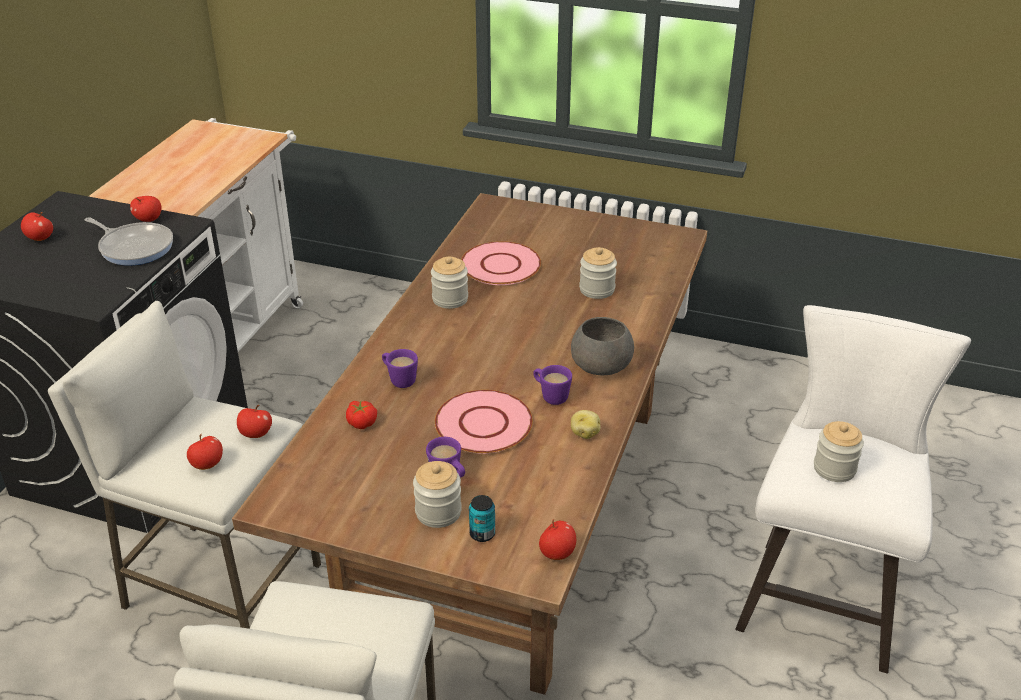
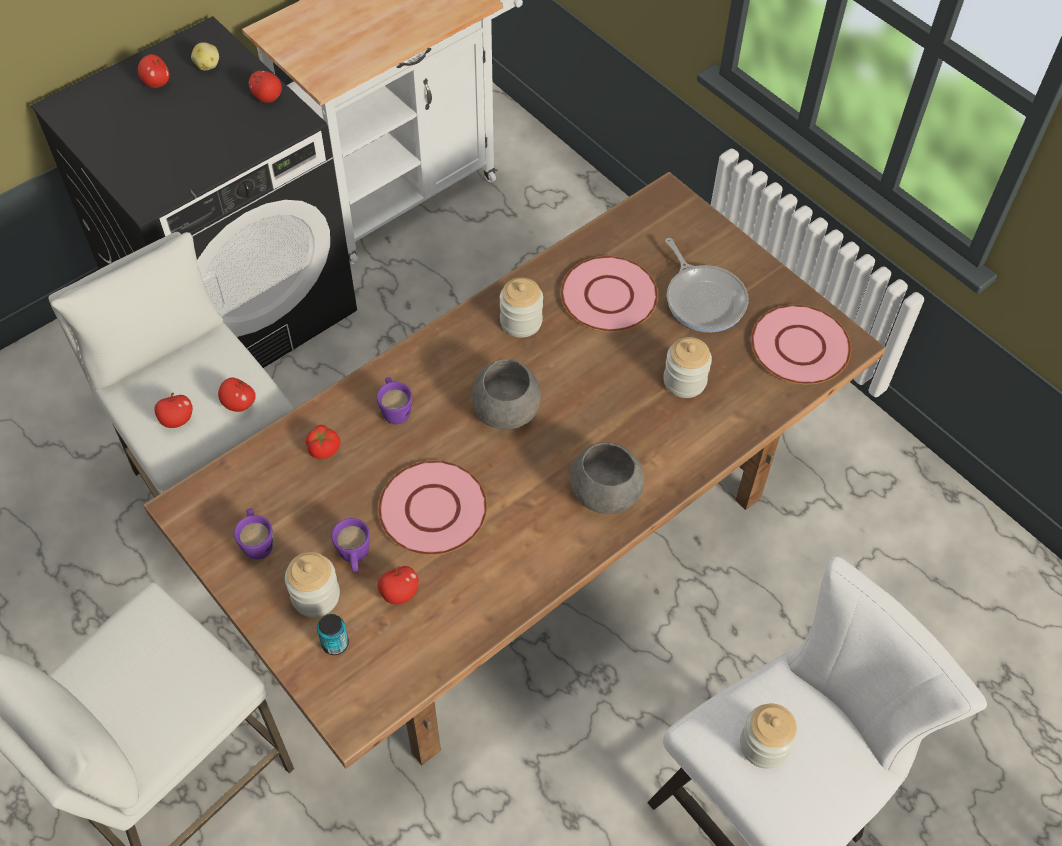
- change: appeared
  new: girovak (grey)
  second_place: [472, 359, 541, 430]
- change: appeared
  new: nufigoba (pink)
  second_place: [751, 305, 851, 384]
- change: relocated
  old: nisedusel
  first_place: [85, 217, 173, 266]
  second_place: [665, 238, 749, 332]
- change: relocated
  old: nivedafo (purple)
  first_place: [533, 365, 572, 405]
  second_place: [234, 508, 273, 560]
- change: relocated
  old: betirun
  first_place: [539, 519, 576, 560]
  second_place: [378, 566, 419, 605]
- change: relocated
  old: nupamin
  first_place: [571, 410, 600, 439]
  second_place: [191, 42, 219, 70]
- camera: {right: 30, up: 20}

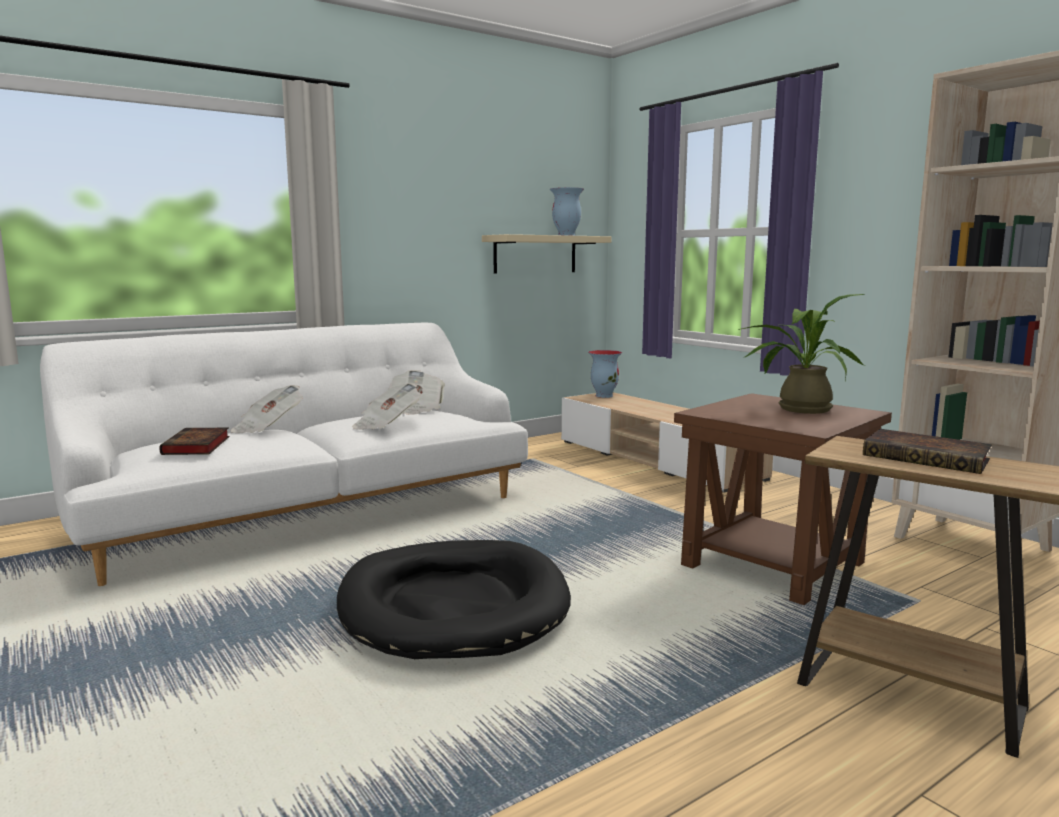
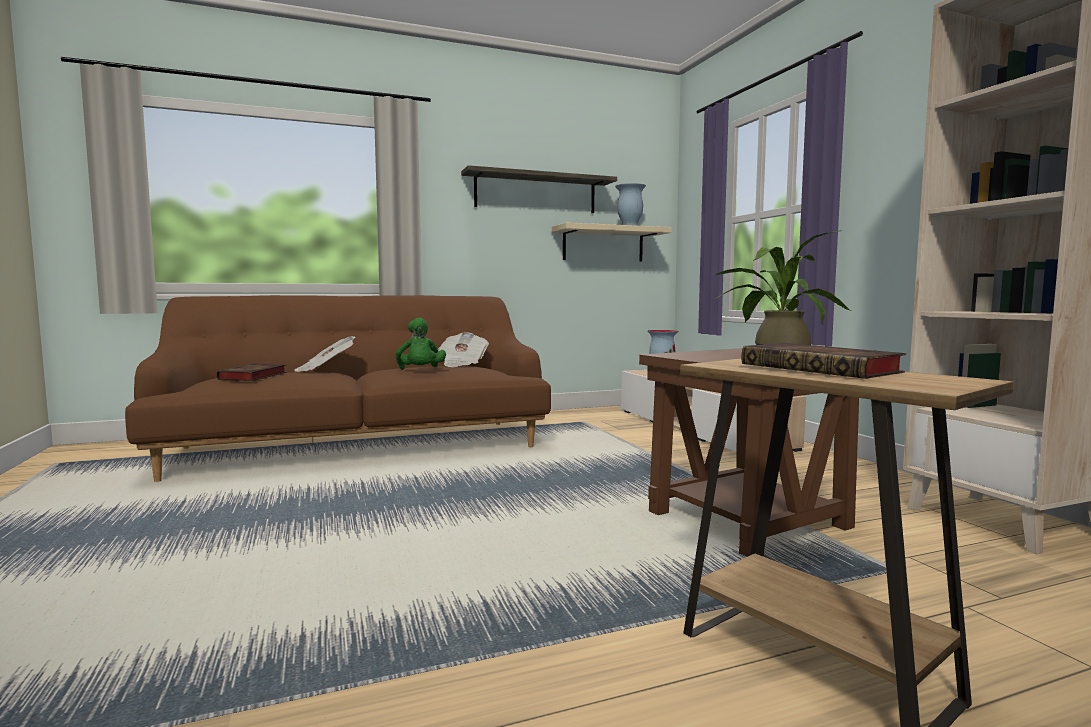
- change: missing
  old: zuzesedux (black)
  first_place: [337, 540, 571, 659]
- change: appeared
  new: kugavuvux
  second_place: [461, 165, 617, 213]
- change: exchanged
  old: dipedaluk
  new: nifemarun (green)
  first_place: [352, 383, 421, 430]
  second_place: [396, 318, 446, 370]
- change: colour
  old: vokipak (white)
  new: vokipak (brown)
  first_place: [40, 323, 528, 586]
  second_place: [125, 295, 551, 482]
- camera: {right: 15, up: -5}

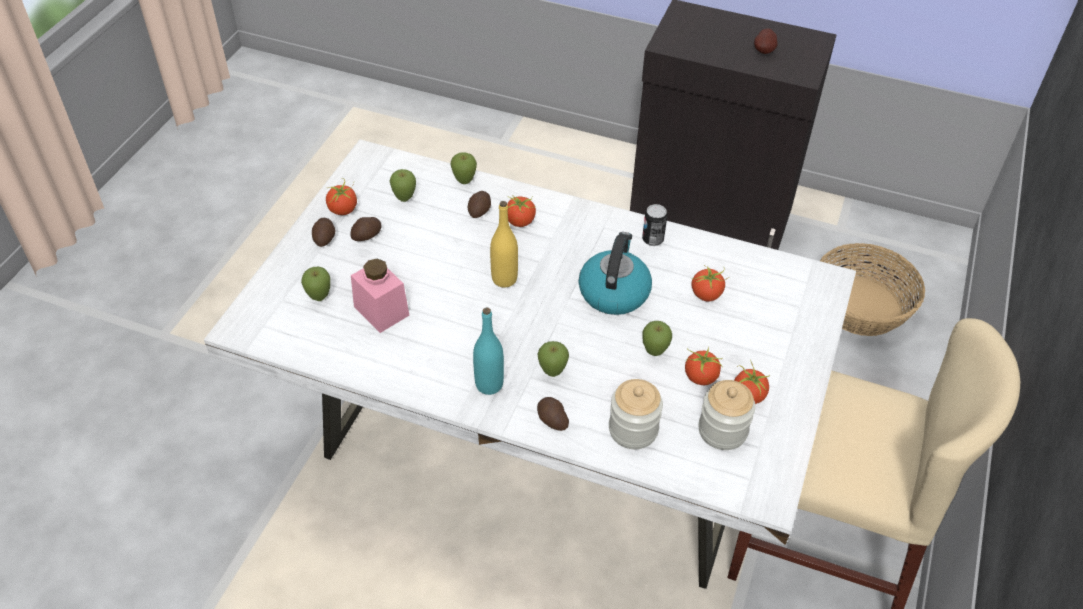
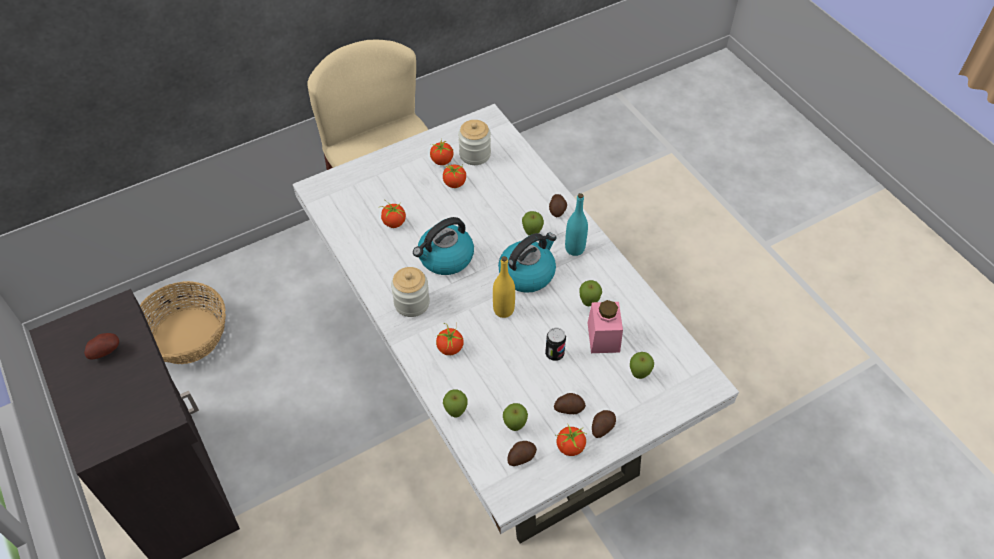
- change: appeared
  new: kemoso
  second_place: [498, 233, 556, 293]
- change: relocated
  old: nupamin
  first_place: [468, 191, 491, 218]
  second_place: [507, 441, 537, 466]
- change: relocated
  old: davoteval
  first_place: [609, 379, 663, 449]
  second_place: [391, 267, 430, 317]
- change: relocated
  old: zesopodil
  first_place: [642, 204, 668, 246]
  second_place: [545, 328, 566, 361]
- change: relocated
  old: betirun
  first_place: [642, 321, 672, 356]
  second_place: [579, 280, 602, 306]
- camera: {right: -140, up: 5}

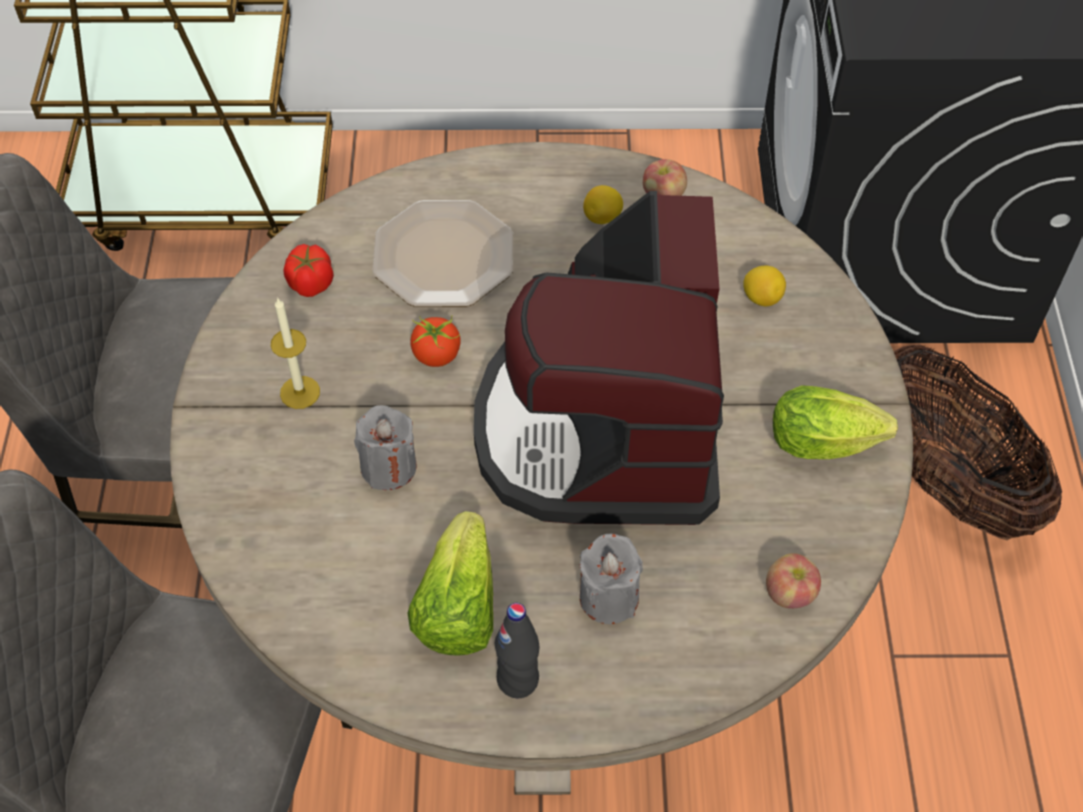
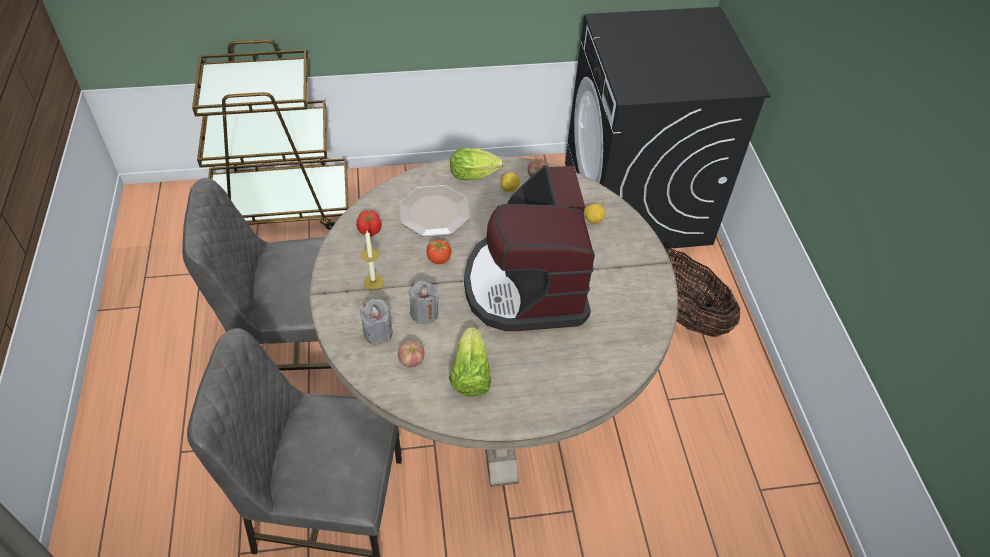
- change: missing
  old: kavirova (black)
  first_place: [495, 603, 539, 698]
- change: relocated
  old: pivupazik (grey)
  first_place: [580, 534, 643, 624]
  second_place: [360, 299, 393, 345]
- change: relocated
  old: betirun
  first_place: [766, 553, 821, 609]
  second_place: [398, 340, 425, 367]
- change: relocated
  old: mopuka
  first_place: [773, 385, 898, 459]
  second_place: [450, 148, 504, 180]
- camera: {right: -10, up: -5}

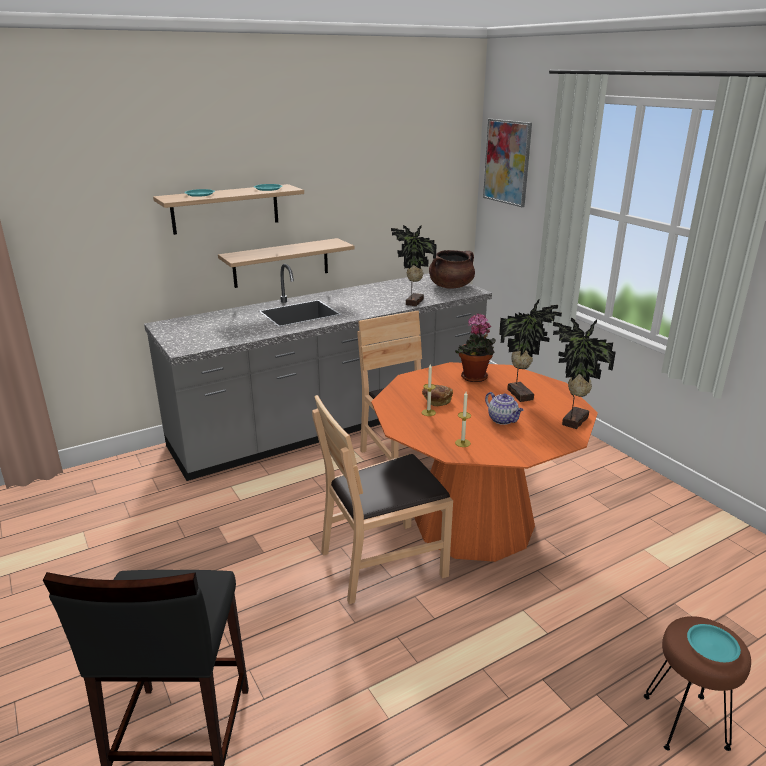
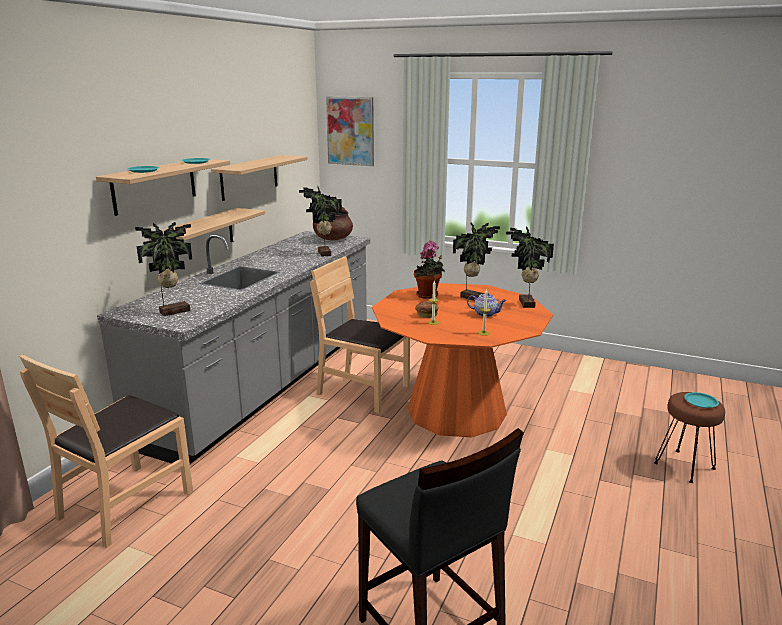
- change: appeared
  new: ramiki
  second_place: [135, 222, 192, 316]
- change: appeared
  new: kugavuvux
  second_place: [211, 155, 308, 201]
- change: relocated
  old: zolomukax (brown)
  first_place: [312, 395, 453, 604]
  second_place: [20, 354, 193, 548]
- camera: {right: -35, up: -5}

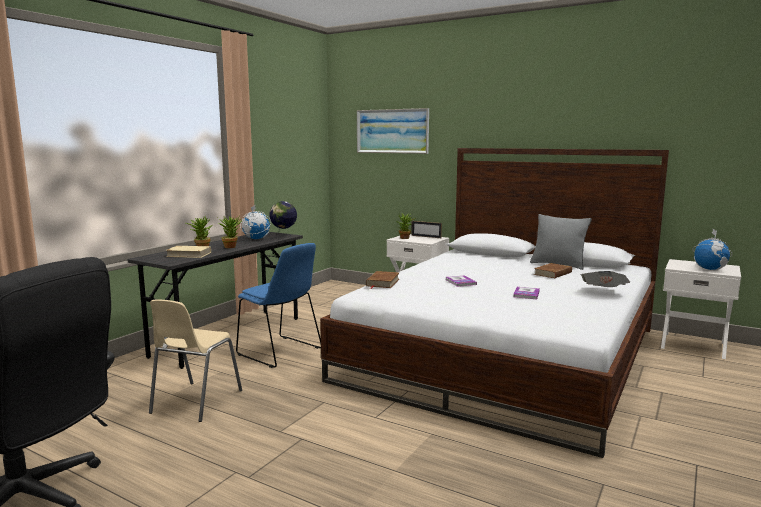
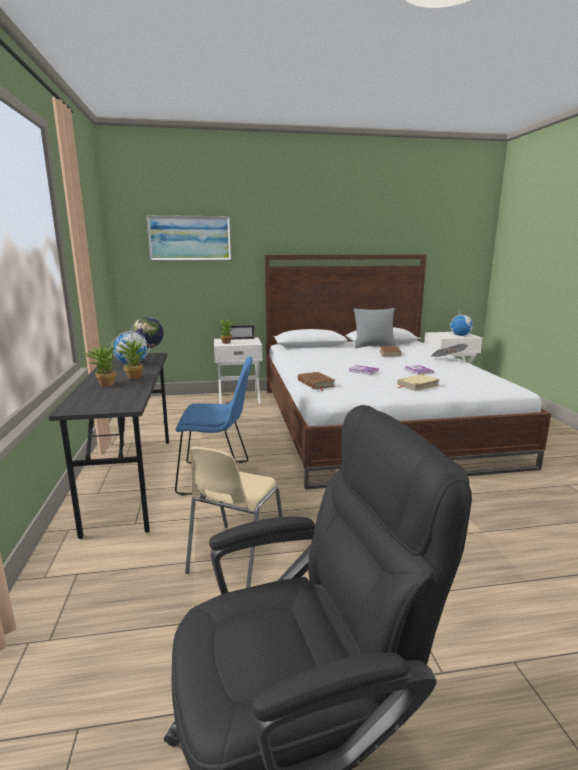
- change: relocated
  old: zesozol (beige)
  first_place: [166, 246, 211, 258]
  second_place: [397, 374, 440, 391]
- change: spun
  old: zolomukax (beige)
  first_place: [149, 299, 242, 422]
  second_place: [185, 447, 283, 588]
  degrees: 45
- camera: {right: -40, up: 5}

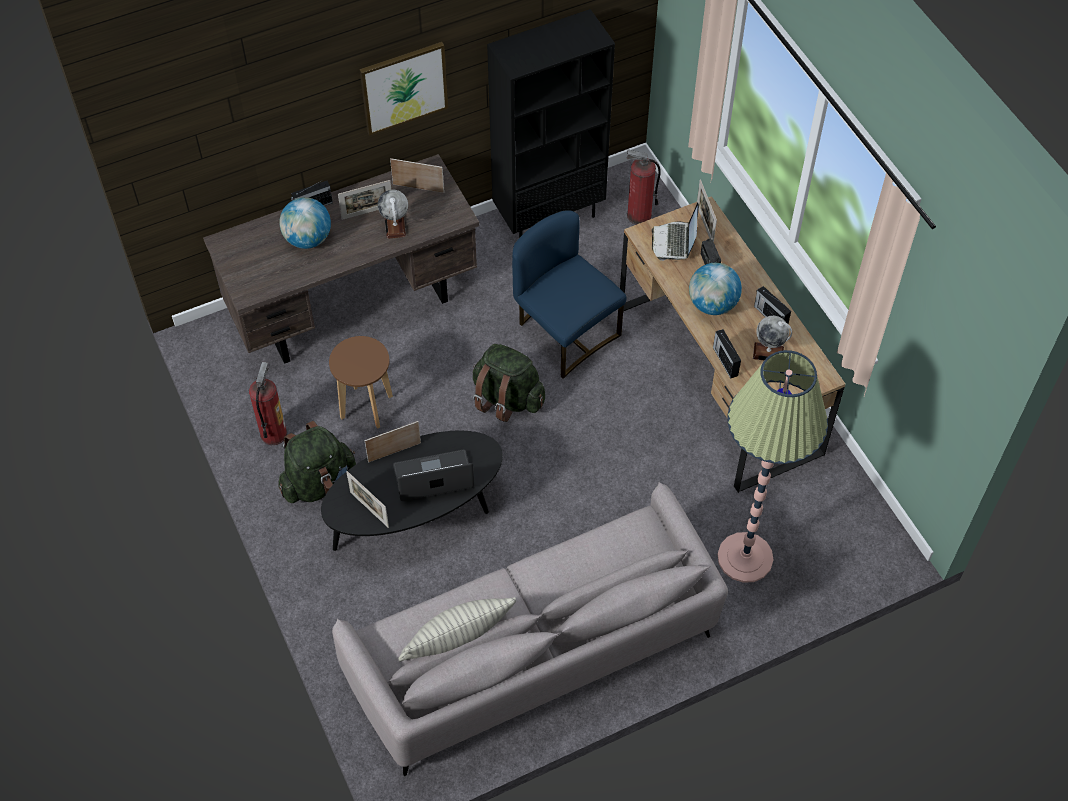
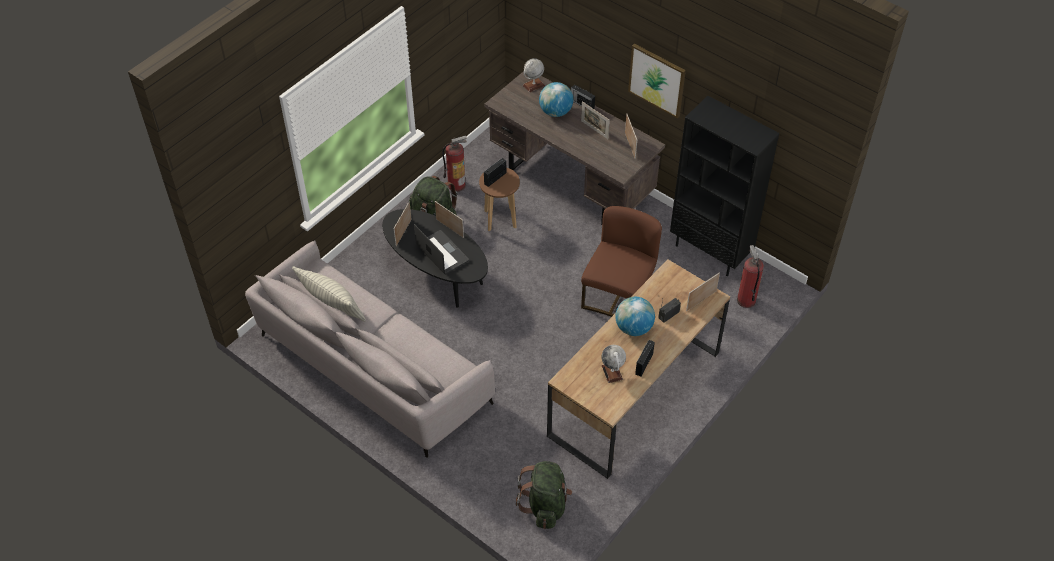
- change: missing
  old: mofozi
  first_place: [652, 203, 699, 261]
- change: missing
  old: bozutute
  first_place: [718, 350, 828, 583]
- change: relocated
  old: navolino
  first_place: [378, 190, 408, 239]
  second_place: [523, 58, 545, 93]
- change: relocated
  old: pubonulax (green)
  first_place: [473, 344, 545, 422]
  second_place: [516, 461, 572, 529]
- change: relocated
  old: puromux
  first_place: [713, 329, 741, 379]
  second_place: [484, 158, 507, 187]
- change: colour
  old: zolomukax (blue)
  new: zolomukax (brown)
  first_place: [512, 210, 627, 379]
  second_place: [581, 206, 662, 317]
- camera: {right: 65, up: -5}

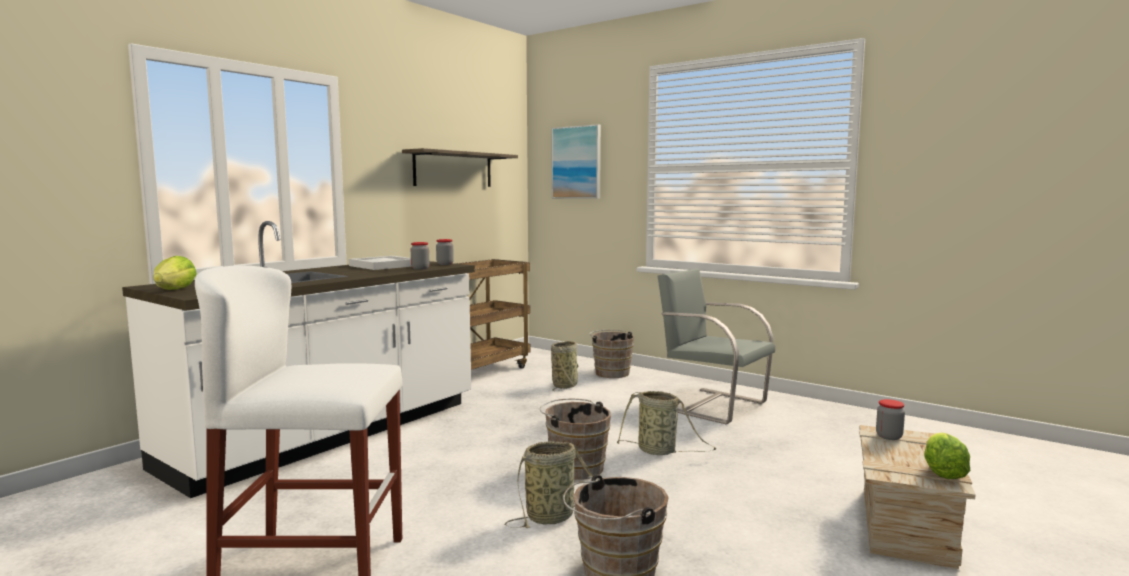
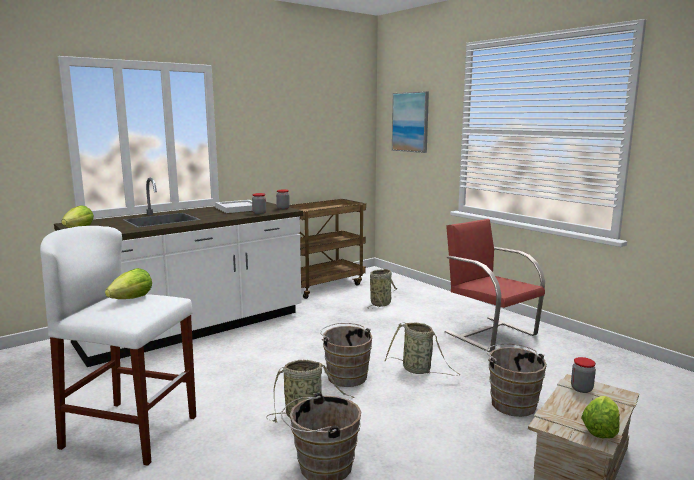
- change: missing
  old: kugavuvux
  first_place: [402, 148, 518, 187]
- change: appeared
  new: mopuka
  second_place: [105, 268, 152, 299]
- change: relocated
  old: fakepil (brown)
  first_place: [589, 330, 634, 378]
  second_place: [486, 343, 547, 417]
- change: colour
  old: zolomukax (grey)
  new: zolomukax (red)
  first_place: [658, 269, 775, 425]
  second_place: [444, 219, 545, 352]
- camera: {right: 15, up: 5}

